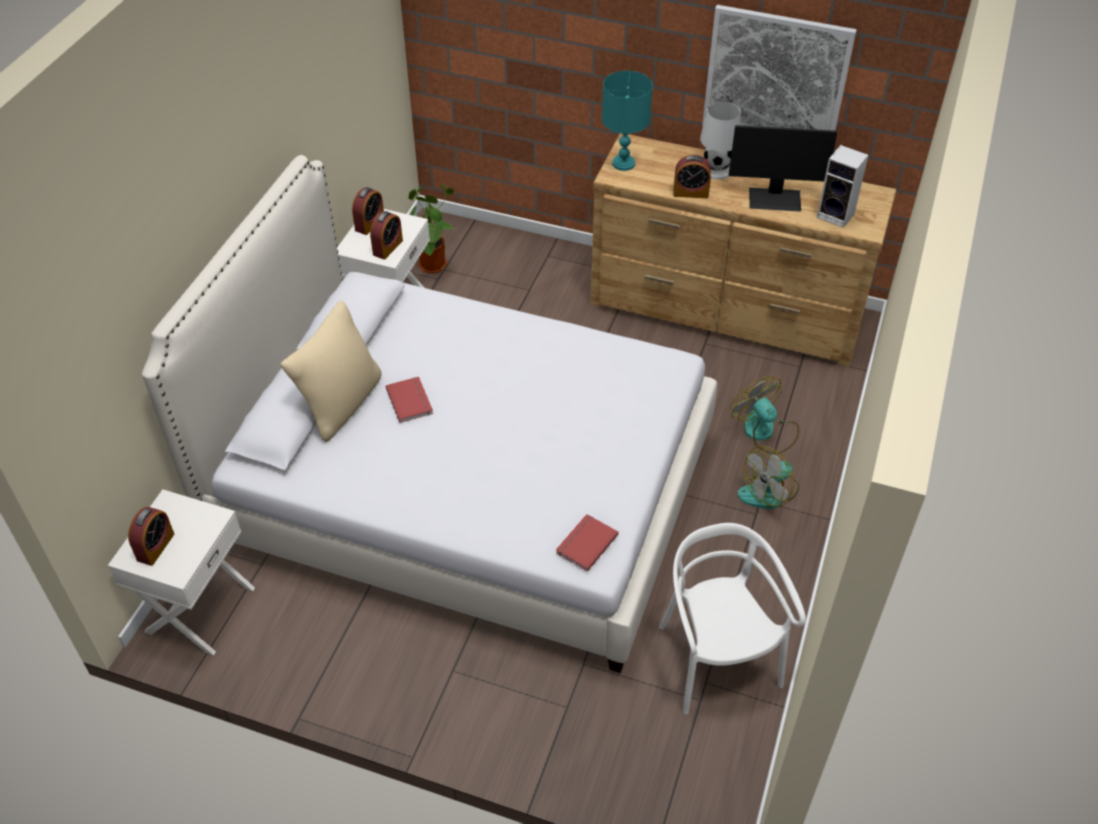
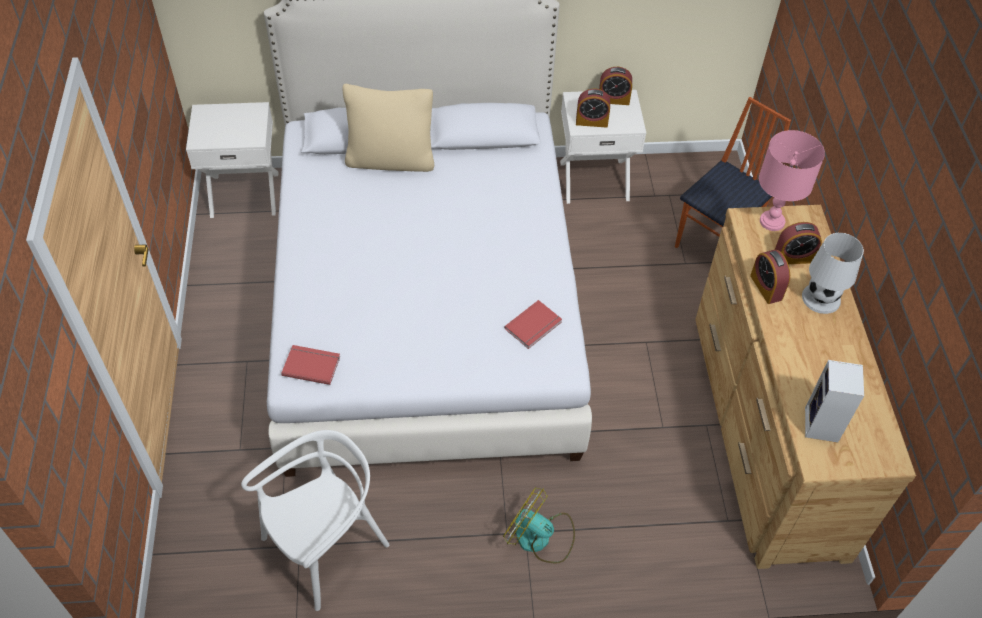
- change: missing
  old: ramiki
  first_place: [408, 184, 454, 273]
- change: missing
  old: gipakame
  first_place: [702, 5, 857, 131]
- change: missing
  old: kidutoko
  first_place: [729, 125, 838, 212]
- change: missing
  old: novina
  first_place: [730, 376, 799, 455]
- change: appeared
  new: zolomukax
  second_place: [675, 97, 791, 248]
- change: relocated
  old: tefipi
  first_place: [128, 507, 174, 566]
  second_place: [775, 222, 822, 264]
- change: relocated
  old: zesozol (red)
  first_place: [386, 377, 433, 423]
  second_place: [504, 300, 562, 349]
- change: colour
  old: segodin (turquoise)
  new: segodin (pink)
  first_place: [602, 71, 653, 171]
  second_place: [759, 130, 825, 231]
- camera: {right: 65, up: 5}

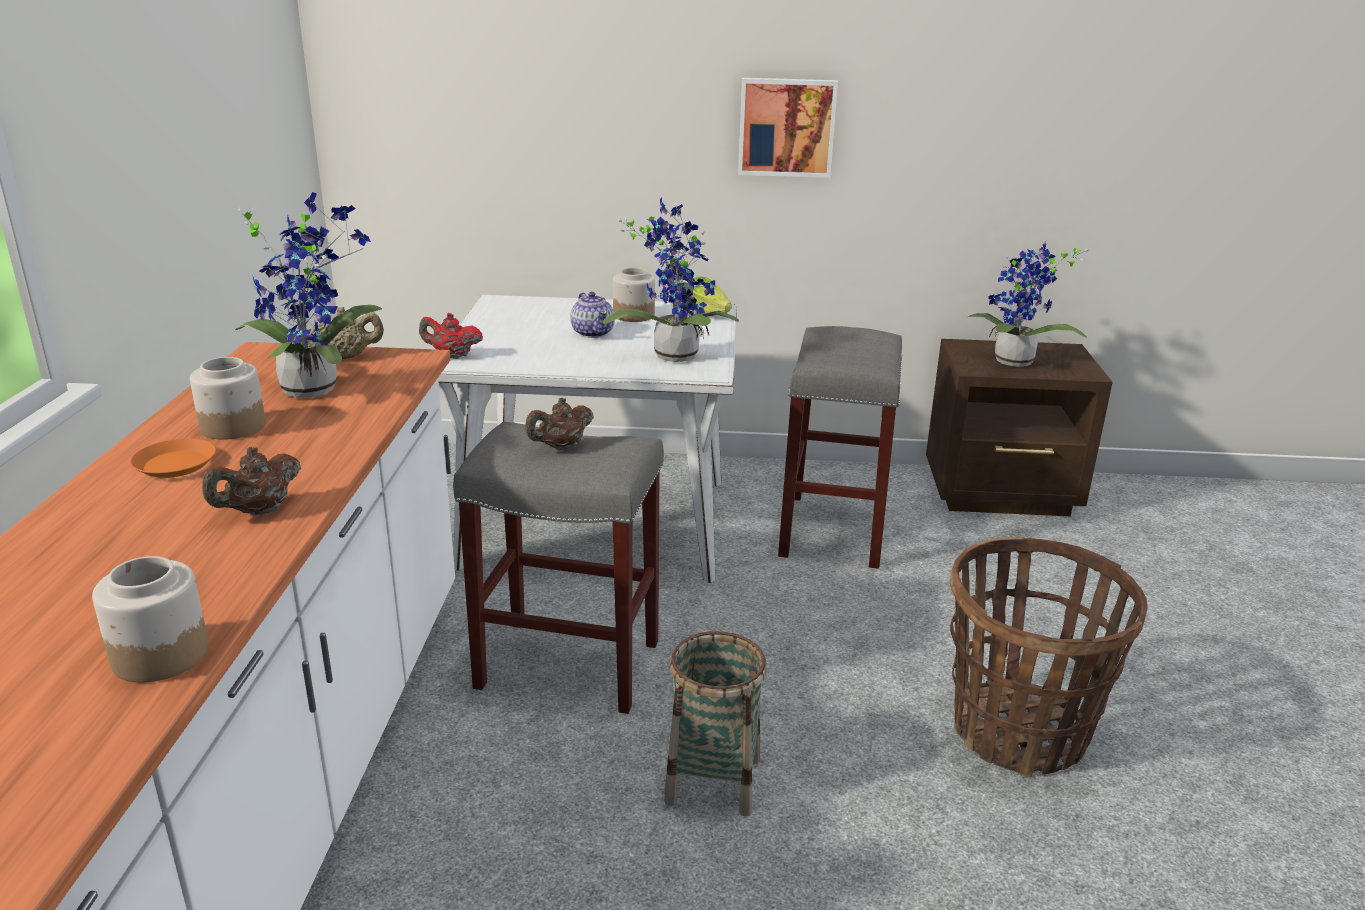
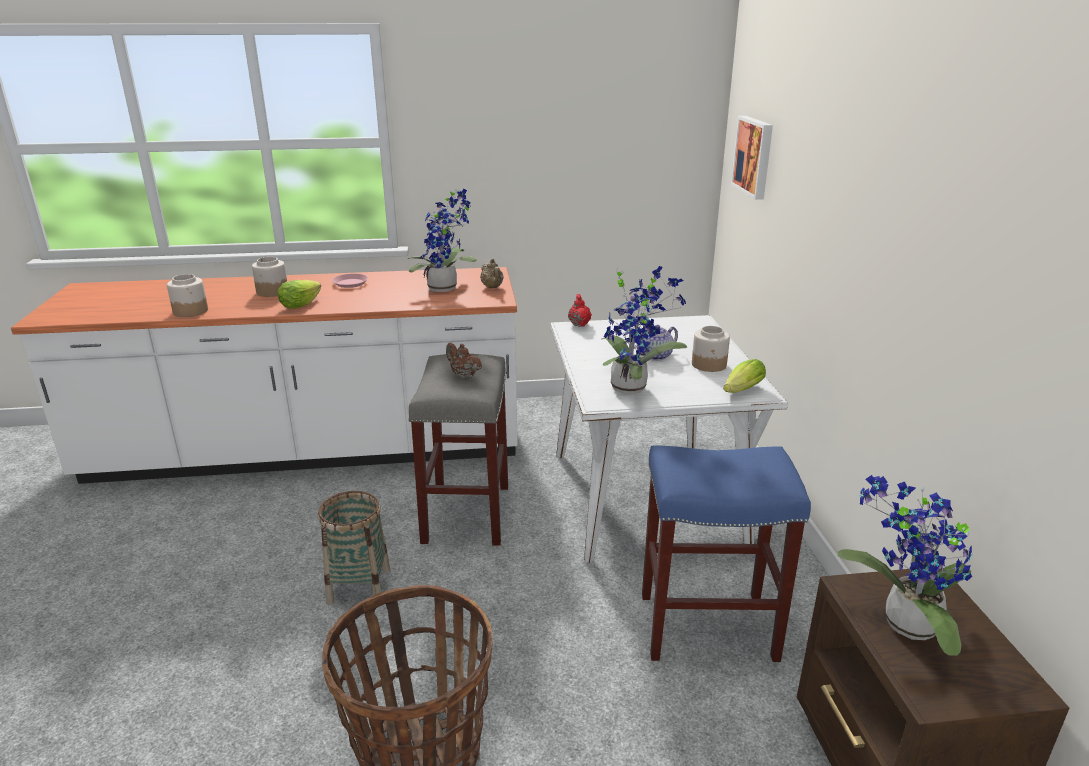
- change: relocated
  old: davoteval
  first_place: [190, 357, 266, 440]
  second_place: [252, 257, 287, 297]
- change: relocated
  old: gipakame
  first_place: [738, 78, 838, 178]
  second_place: [731, 116, 773, 200]
- change: exchanged
  old: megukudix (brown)
  new: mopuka
  first_place: [202, 447, 301, 515]
  second_place: [278, 280, 321, 309]
- change: colour
  old: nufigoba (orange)
  new: nufigoba (pink)
  first_place: [130, 438, 216, 478]
  second_place: [332, 274, 368, 288]
- change: colour
  old: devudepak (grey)
  new: devudepak (blue)
  first_place: [778, 326, 902, 569]
  second_place: [642, 445, 811, 662]
- camera: {right: 80, up: 0}

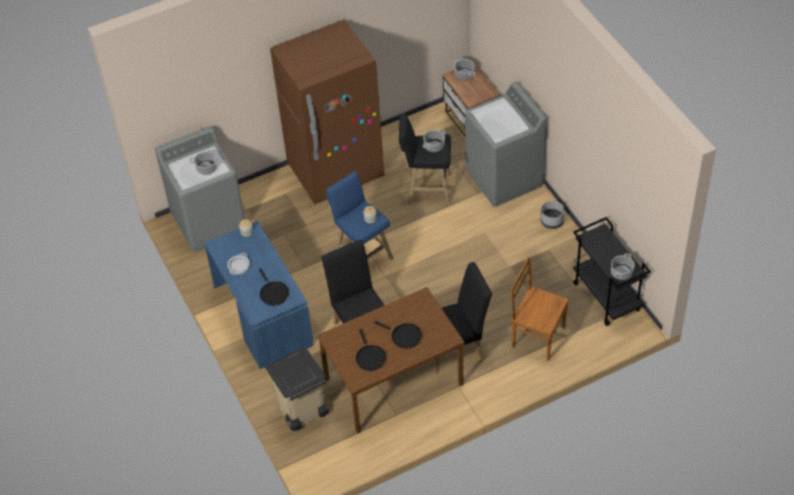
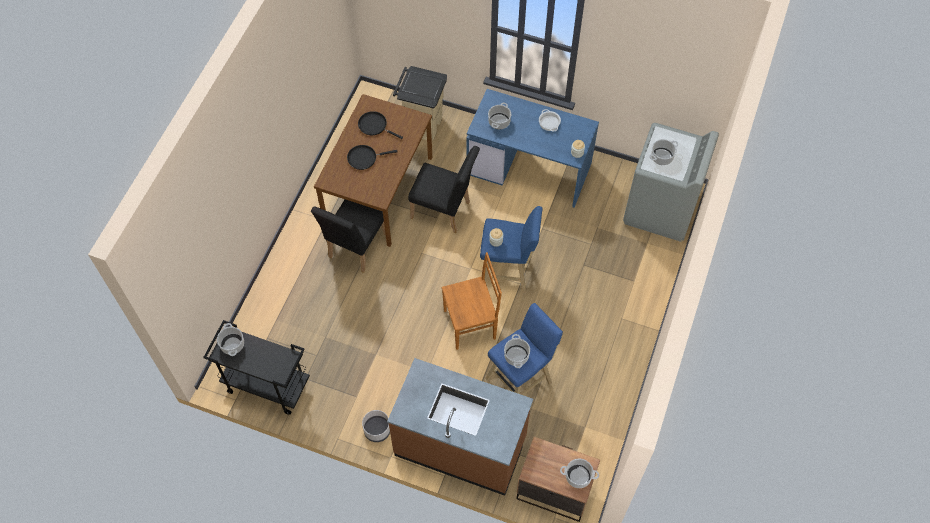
- change: missing
  old: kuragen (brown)
  first_place: [270, 20, 384, 204]
- change: relocated
  old: zolomukax (brown)
  first_place: [511, 257, 569, 361]
  second_place: [442, 252, 502, 350]
- change: exchanged
  old: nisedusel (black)
  new: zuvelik
  first_place: [259, 268, 289, 306]
  second_place: [488, 103, 511, 130]
- change: exchanged
  old: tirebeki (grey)
  new: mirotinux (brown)
  first_place: [465, 81, 547, 207]
  second_place: [387, 358, 533, 496]
- change: colour
  old: devudepak (black)
  new: devudepak (blue)
  first_place: [398, 113, 451, 204]
  second_place: [485, 303, 563, 395]
- camera: {right: 135, up: 10}

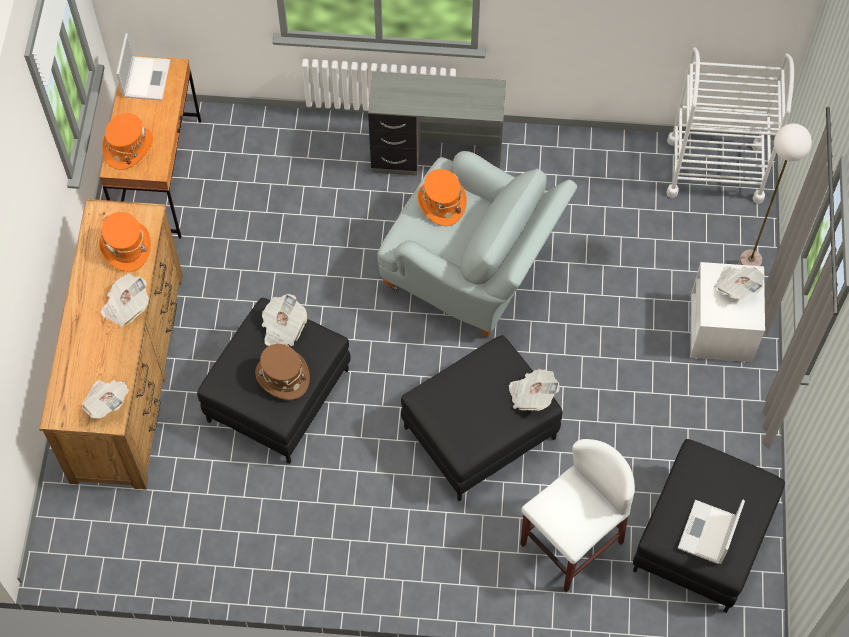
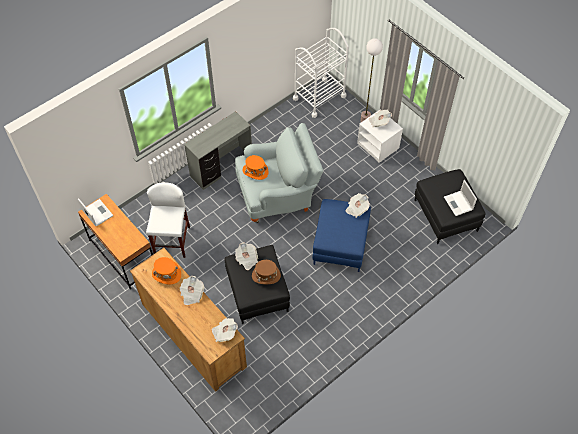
- change: missing
  old: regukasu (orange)
  first_place: [102, 113, 153, 170]
- change: relocated
  old: devudepak (white)
  first_place: [520, 439, 635, 592]
  second_place: [146, 182, 190, 258]
- change: colour
  old: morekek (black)
  new: morekek (blue)
  first_place: [401, 335, 563, 501]
  second_place: [312, 199, 371, 272]
- camera: {right: -45, up: -5}

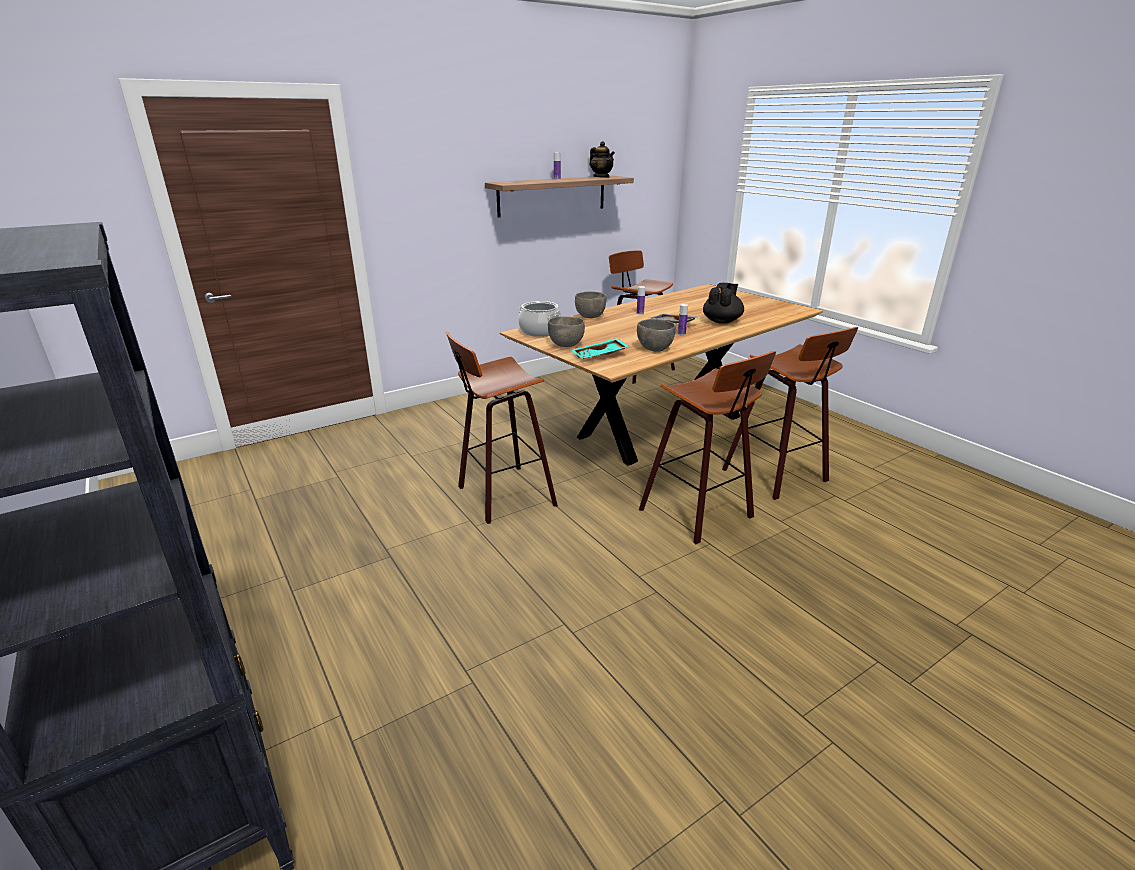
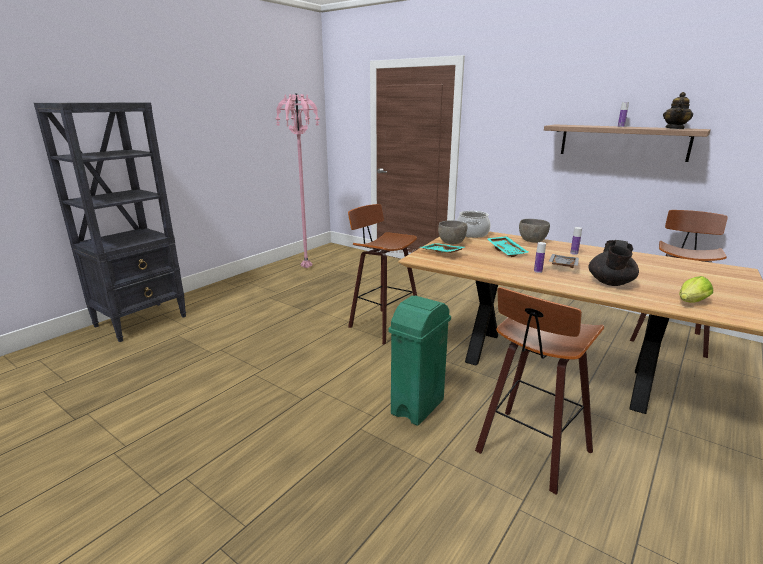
- change: missing
  old: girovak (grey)
  first_place: [637, 319, 676, 352]
- change: appeared
  new: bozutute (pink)
  second_place: [275, 94, 320, 268]
- change: appeared
  new: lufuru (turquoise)
  second_place: [486, 236, 528, 257]
- change: appeared
  new: mopuka
  second_place: [679, 276, 713, 302]
- change: exchanged
  old: devudepak
  new: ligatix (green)
  first_place: [639, 351, 776, 544]
  second_place: [388, 296, 451, 426]
- change: spun
  old: megukudix (black)
  first_place: [703, 283, 744, 324]
  second_place: [588, 240, 639, 286]
  degrees: 105
- camera: {right: 70, up: -5}

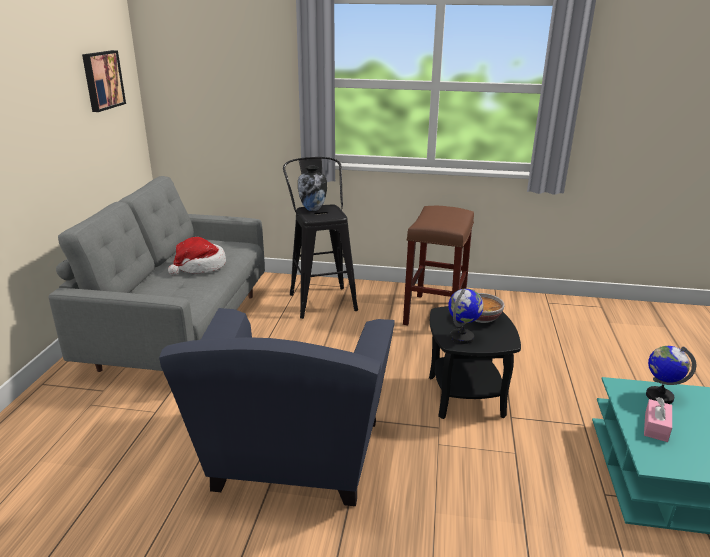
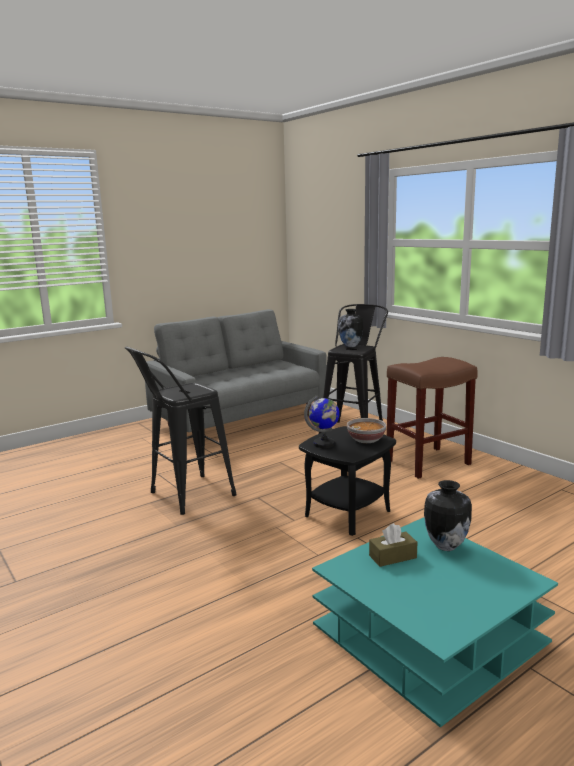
- change: missing
  old: gipakame
  first_place: [82, 50, 126, 112]
- change: missing
  old: regukasu
  first_place: [168, 237, 226, 276]
- change: exchanged
  old: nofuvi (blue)
  new: devudepak (black)
  first_place: [159, 308, 395, 506]
  second_place: [125, 346, 237, 515]
- change: exchanged
  old: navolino
  new: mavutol
  first_place: [646, 346, 696, 404]
  second_place: [424, 480, 472, 551]
- change: colour
  old: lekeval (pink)
  new: lekeval (brown)
  first_place: [644, 397, 672, 442]
  second_place: [369, 523, 417, 567]
- camera: {right: 45, up: -10}

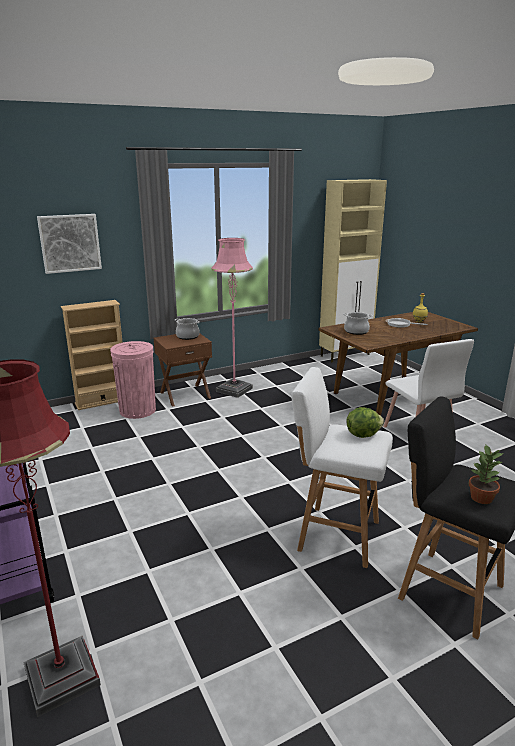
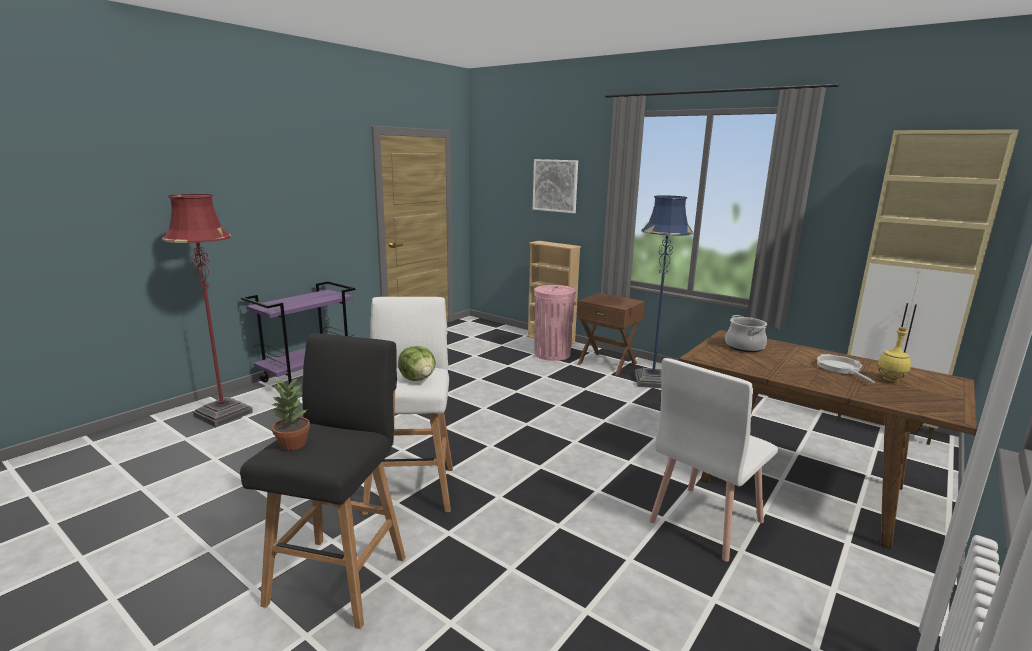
- change: missing
  old: zuvelik
  first_place: [175, 318, 200, 340]
- change: colour
  old: bozutute (pink)
  new: bozutute (blue)
  first_place: [211, 238, 253, 398]
  second_place: [635, 195, 693, 388]
- camera: {right: 65, up: -5}

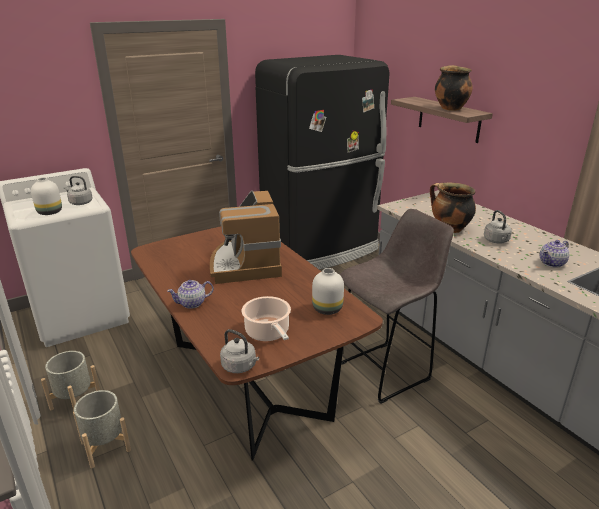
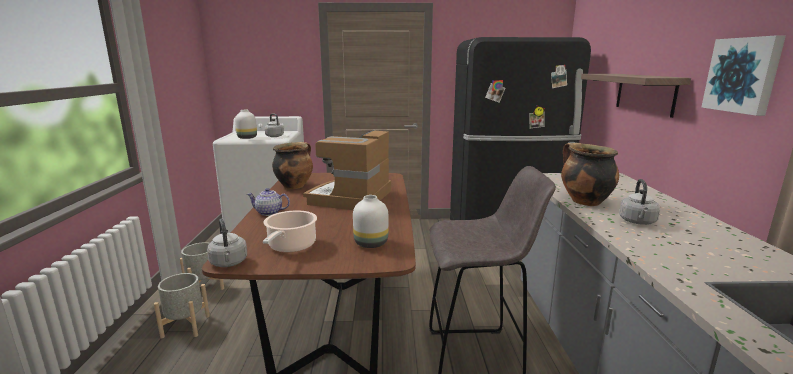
- change: missing
  old: megukudix
  first_place: [540, 240, 570, 268]
- change: appeared
  new: gipakame
  second_place: [701, 35, 786, 116]
- change: relocated
  old: zuvelik
  first_place: [435, 65, 473, 111]
  second_place: [272, 142, 313, 189]
- camera: {right: 30, up: -10}

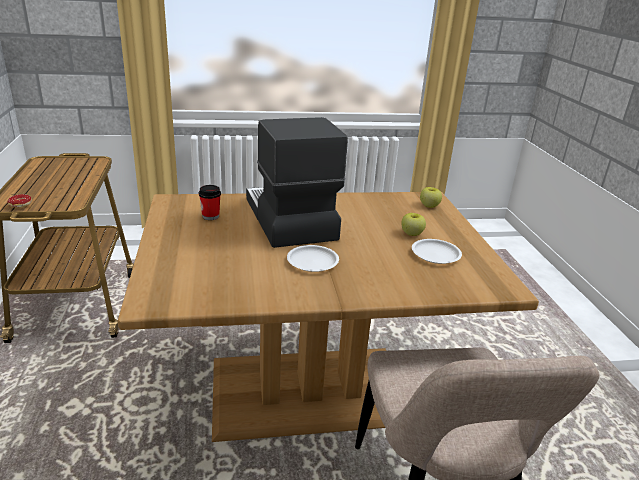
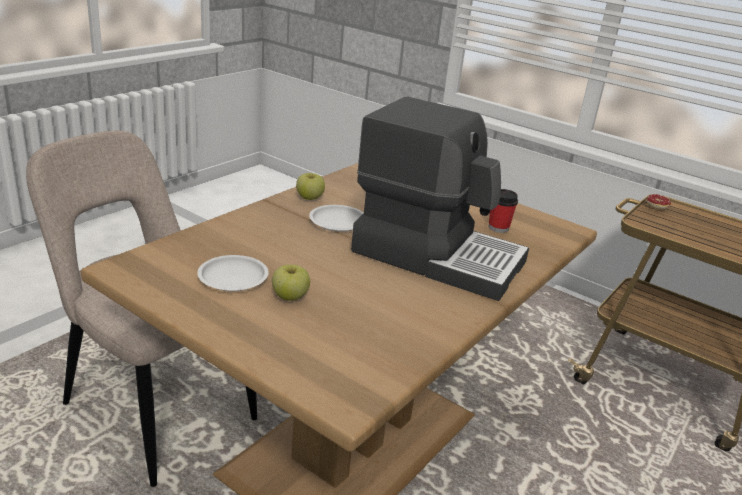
- change: relocated
  old: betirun
  first_place: [420, 187, 442, 208]
  second_place: [296, 173, 325, 200]
- camera: {right: 135, up: 0}

